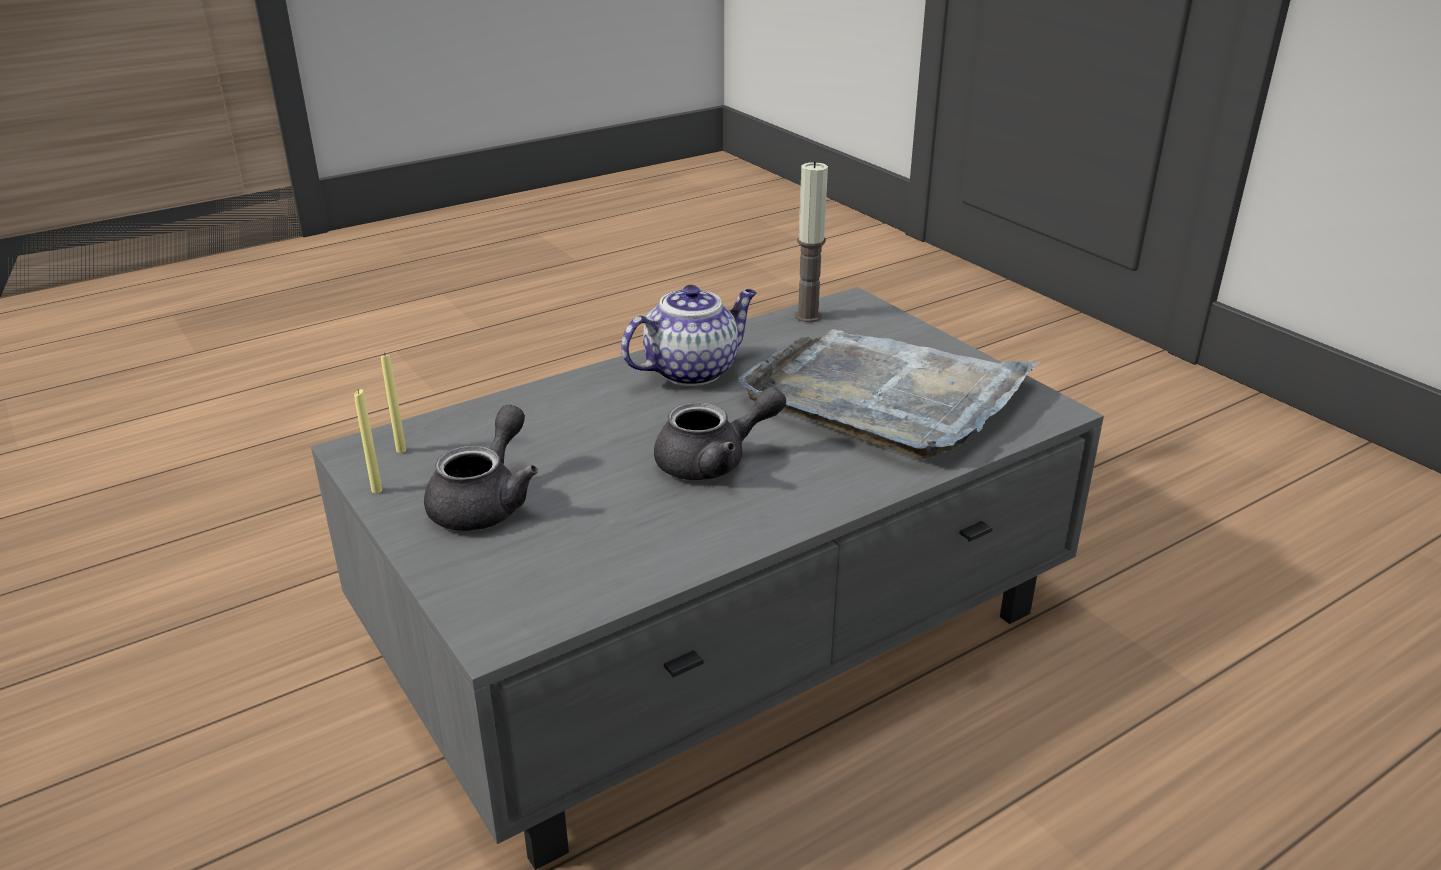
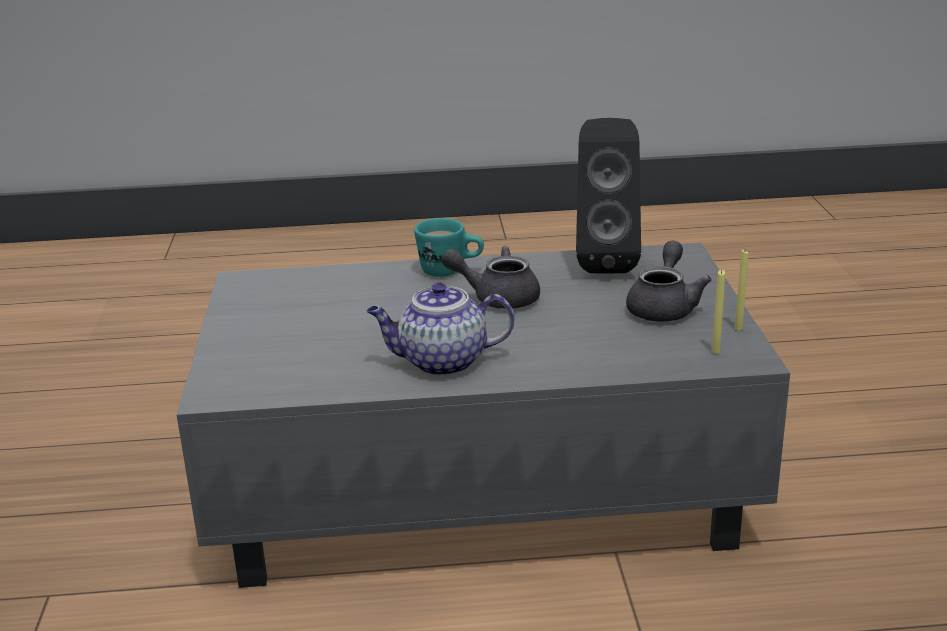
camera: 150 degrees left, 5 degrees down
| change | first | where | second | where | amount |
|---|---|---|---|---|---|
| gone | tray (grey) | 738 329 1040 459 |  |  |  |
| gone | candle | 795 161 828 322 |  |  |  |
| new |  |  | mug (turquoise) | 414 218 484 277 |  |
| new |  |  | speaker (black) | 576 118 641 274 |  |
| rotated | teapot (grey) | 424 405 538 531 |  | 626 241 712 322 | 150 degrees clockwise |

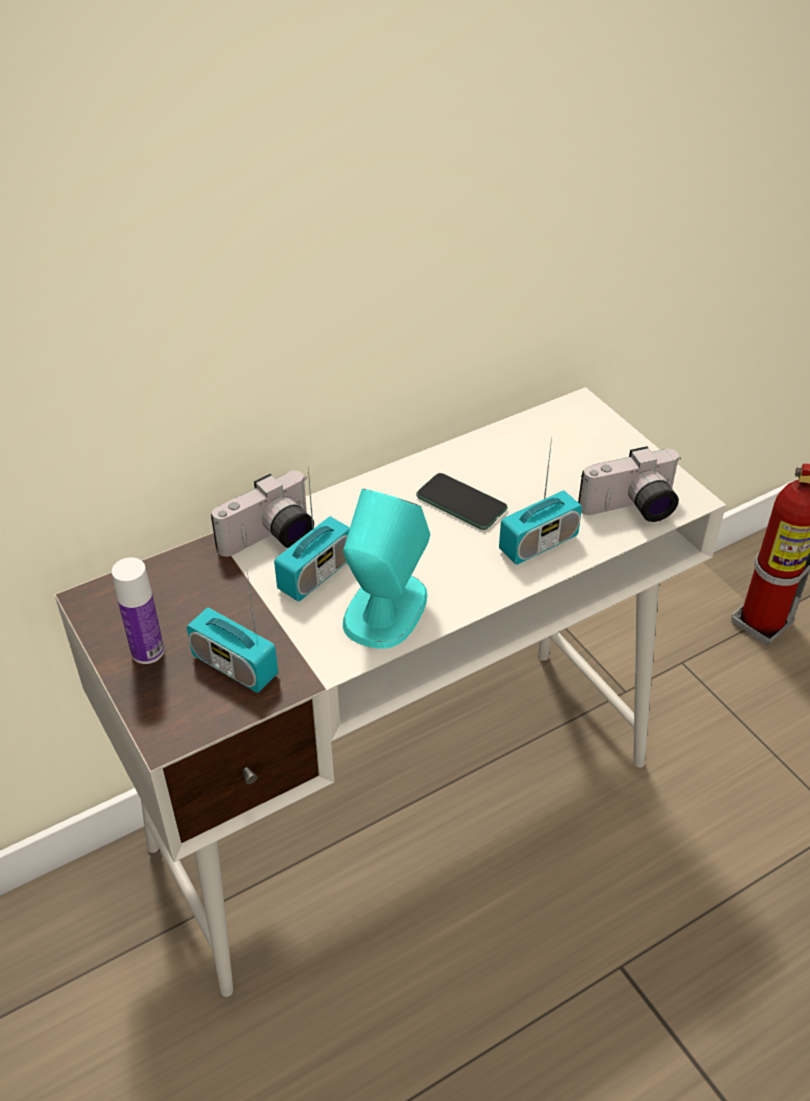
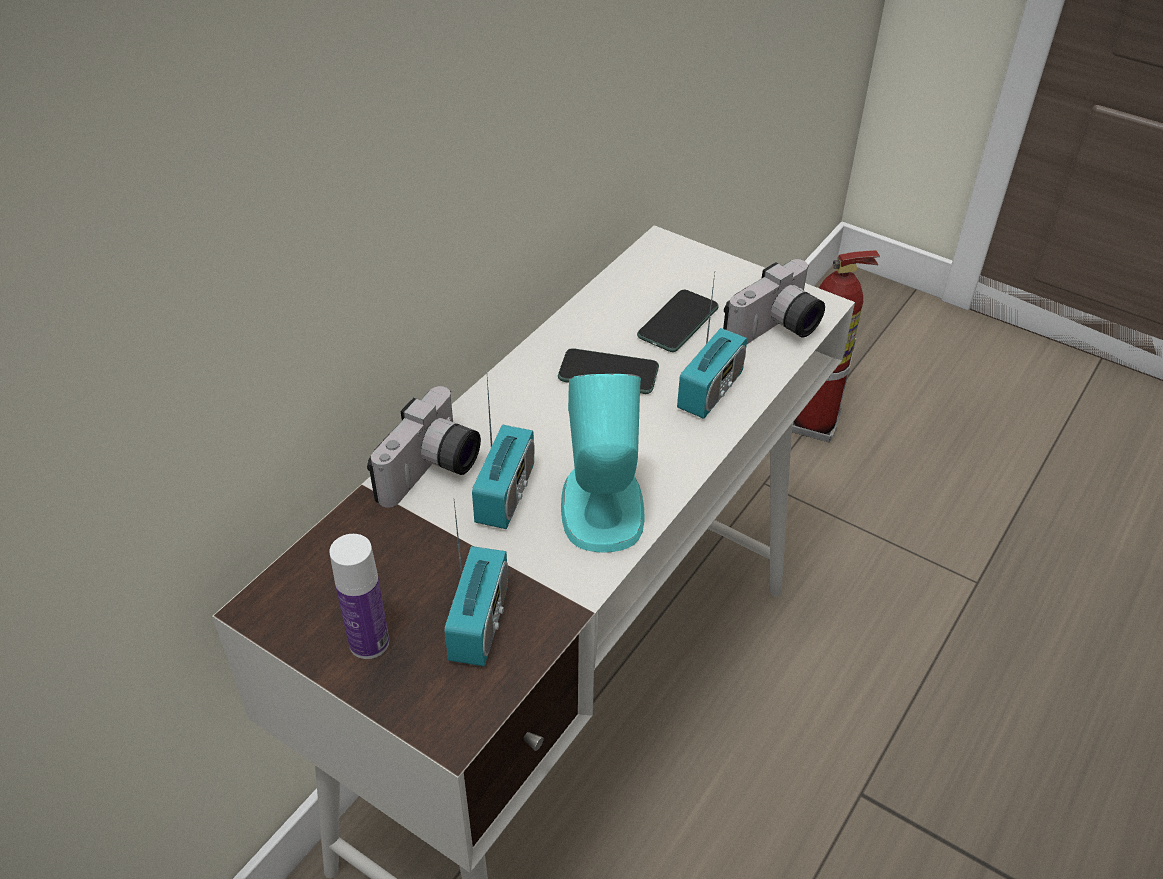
camera: 25 degrees left, 0 degrees up
| change | first | where | second | where | amount |
|---|---|---|---|---|---|
| new |  |  | phone | 637 290 719 352 |  |
| rotated | radio | 187 572 278 693 |  | 445 502 508 666 | 90 degrees counterclockwise |

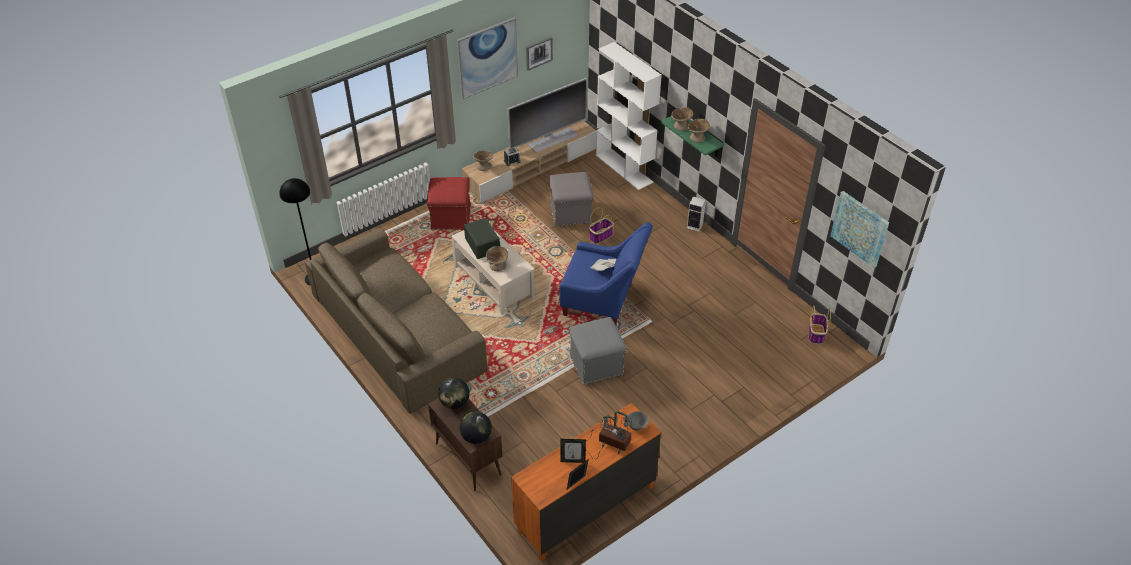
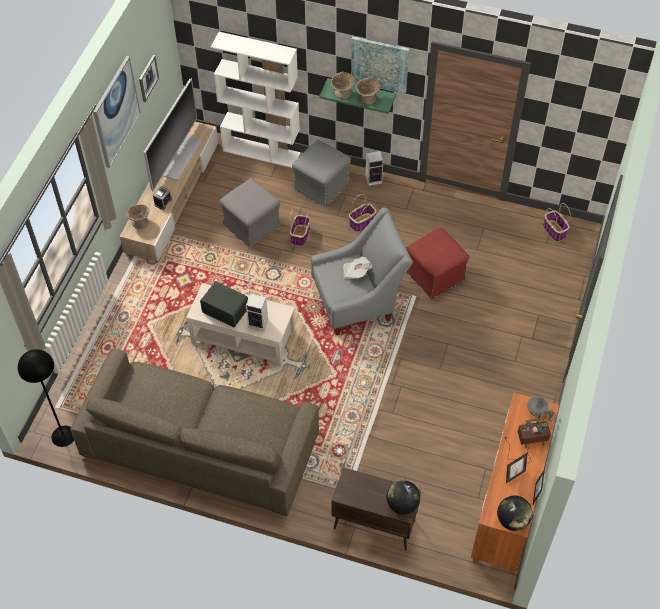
camera: 35 degrees left, 10 degrees up
| change | first | where | second | where | amount |
|---|---|---|---|---|---|
| new |  |  | basket | 349 194 376 232 |  |
| shifted | ottoman (red) | 427 177 471 229 |  | 406 227 469 299 |  |
| shifted | globe | 438 378 470 409 |  | 497 496 533 531 |  |
| shifted | ottoman (grey) | 568 317 626 384 |  | 292 140 351 207 |  |
| shifted | picture | 830 191 889 268 |  | 351 37 409 93 |  |
| swapped | bowl (beige) | 486 246 508 271 | speaker | 246 294 268 332 |  |
| repainted | armchair (blue) | 559 222 653 325 | armchair (grey) | 311 207 413 335 |  |

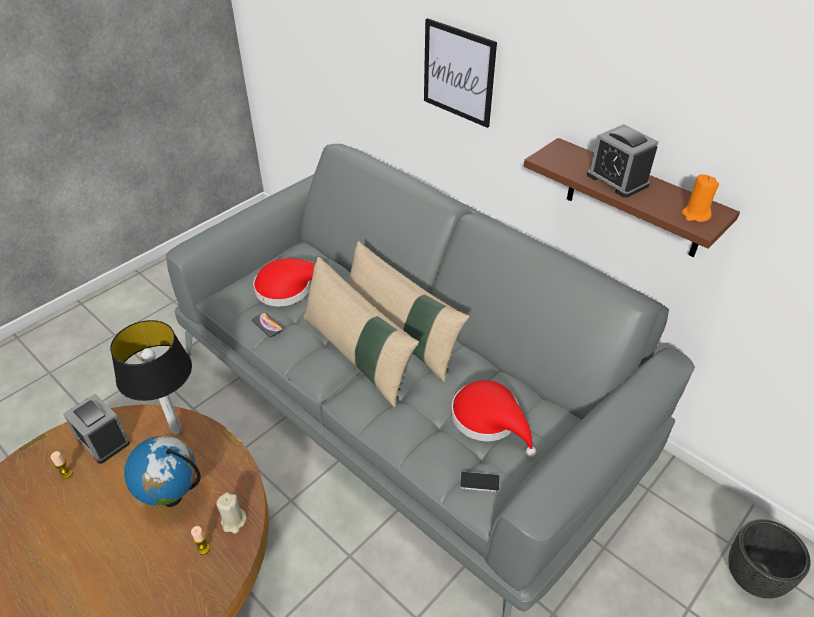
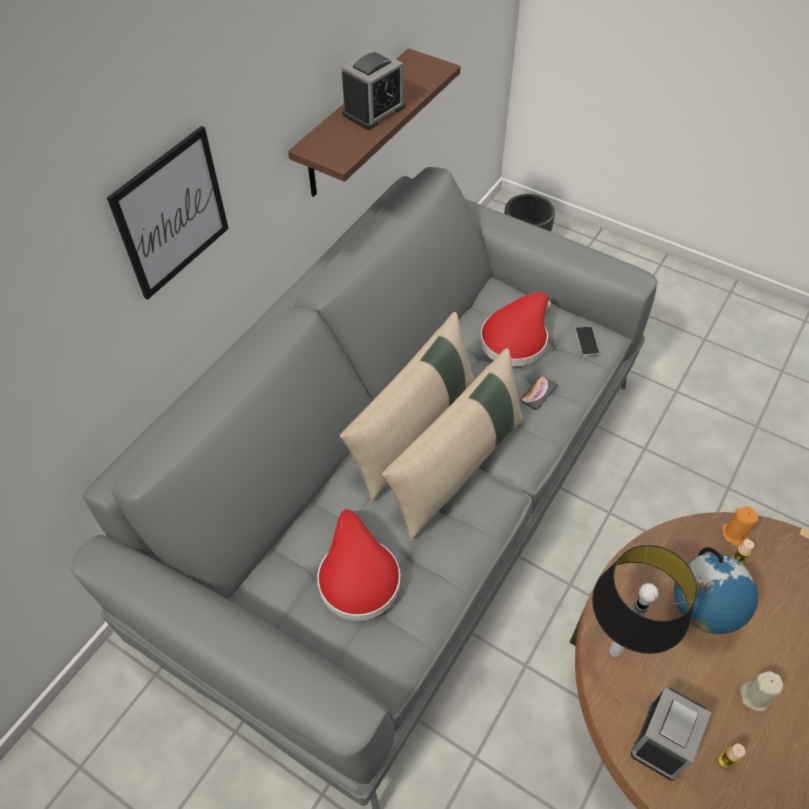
camera: 100 degrees left, 10 degrees up
| change | first | where | second | where | amount |
|---|---|---|---|---|---|
| shifted | candle (beige) | 216 492 246 534 |  | 740 671 783 711 |  |
| shifted | phone | 252 312 283 337 |  | 521 376 557 410 |  |
| shifted | candle (orange) | 681 174 719 222 |  | 722 506 759 547 |  |

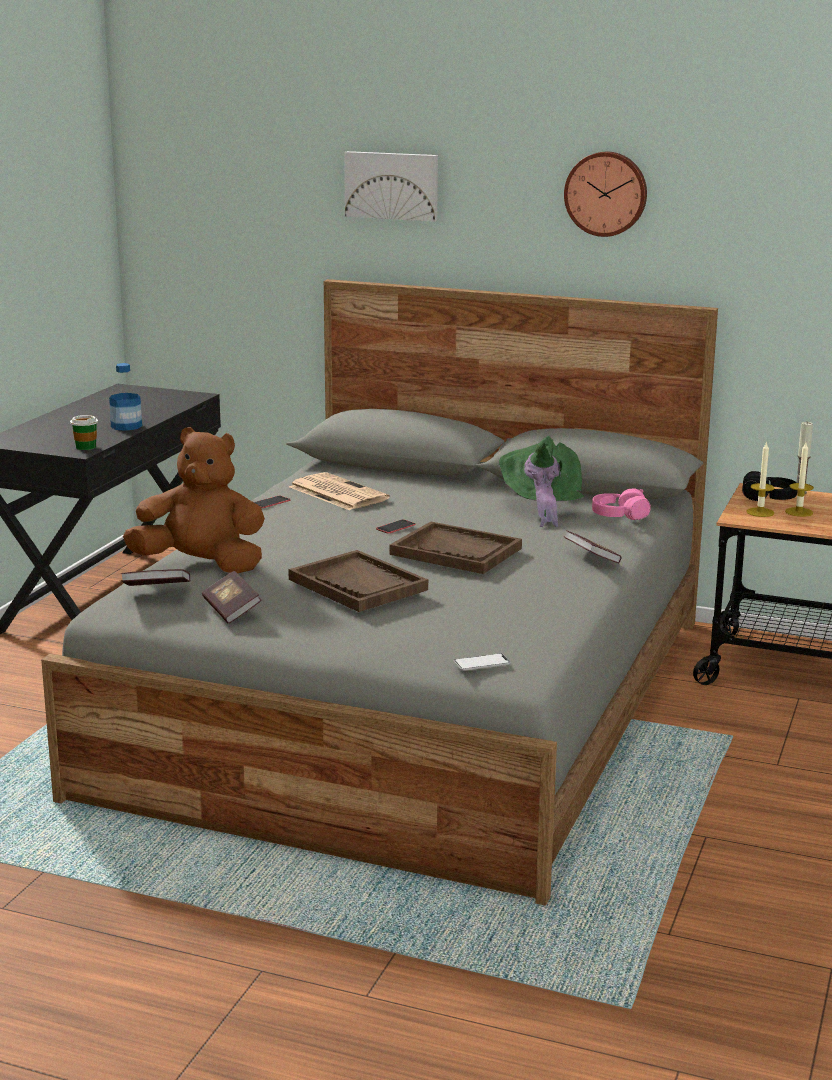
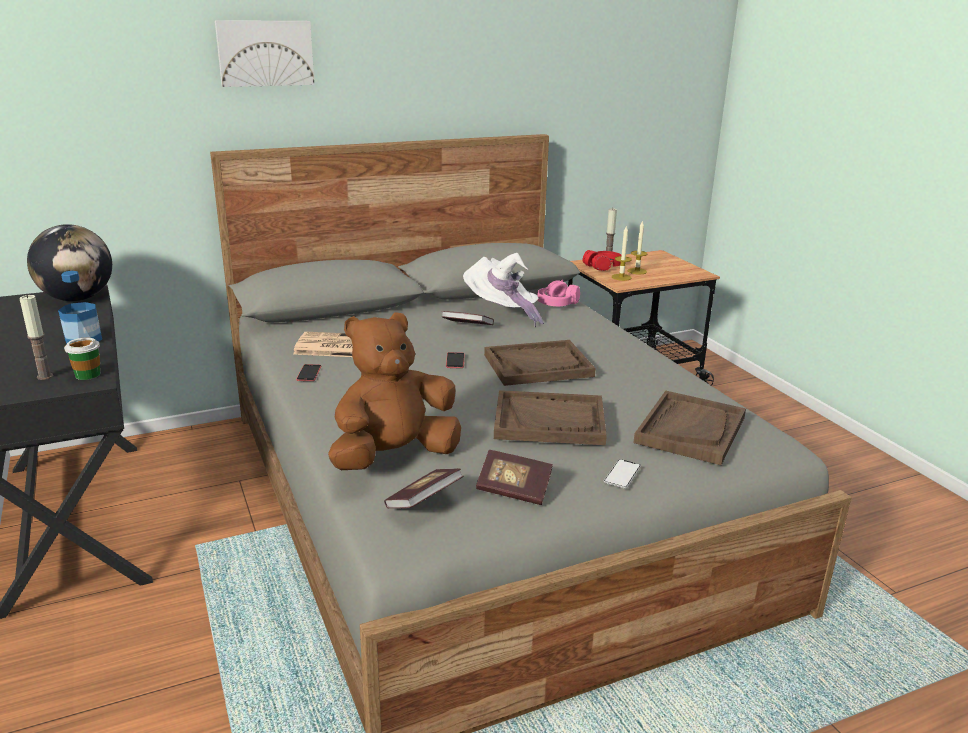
camera: 45 degrees left, 5 degrees up
| change | first | where | second | where | amount |
|---|---|---|---|---|---|
| gone | wall clock | 564 152 647 237 |  |  |  |
| new |  |  | candle | 19 294 53 380 |  |
| new |  |  | globe | 27 224 112 301 |  |
| new |  |  | tray (brown) | 633 391 746 465 |  |
| shifted | phone | 454 653 510 671 |  | 604 459 641 489 |  |
| shifted | book | 564 530 621 564 |  | 442 311 494 325 |  |
| repainted | hat (green) | 499 436 584 527 | hat (white) | 463 253 544 327 |  |
| repainted | headphones (black) | 742 471 797 501 | headphones (red) | 582 250 621 271 |  |

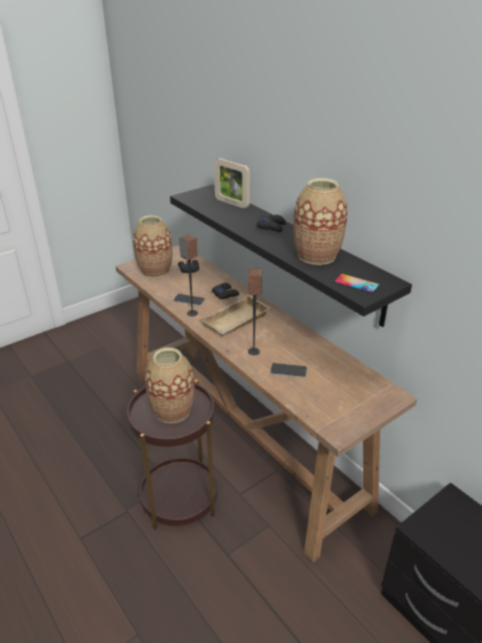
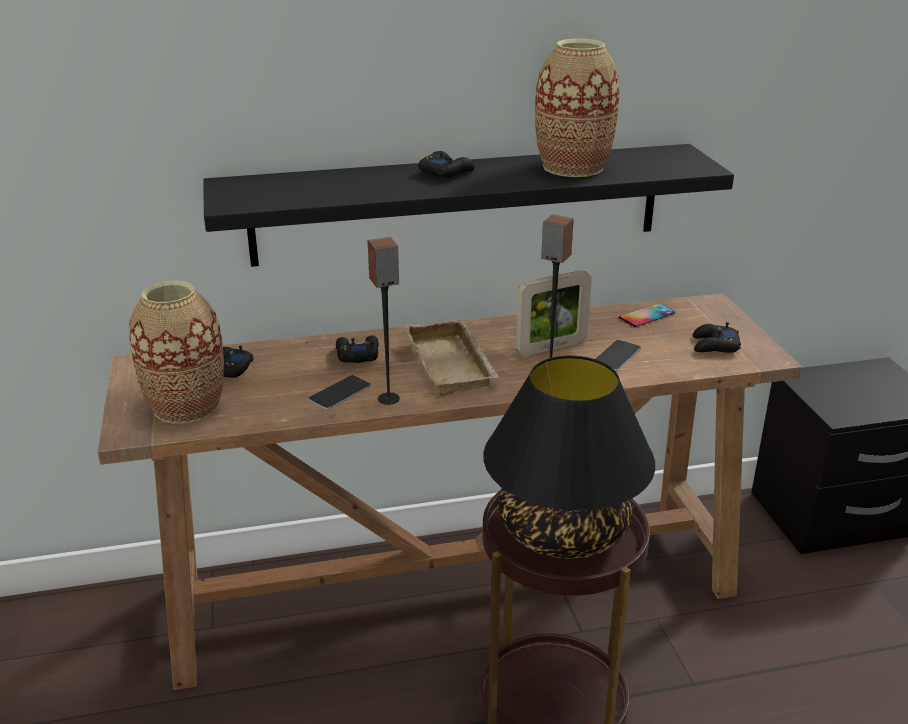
camera: 65 degrees left, 5 degrees down
| change | first | where | second | where | amount |
|---|---|---|---|---|---|
| new |  |  | game controller (black) | 693 322 741 353 |  |
| shifted | picture frame | 214 158 250 209 |  | 516 270 592 356 |  |
| shifted | phone | 335 274 380 293 |  | 619 303 675 327 |  |
| swapped | vase | 145 348 195 423 | table lamp (black) | 483 356 655 559 |  |

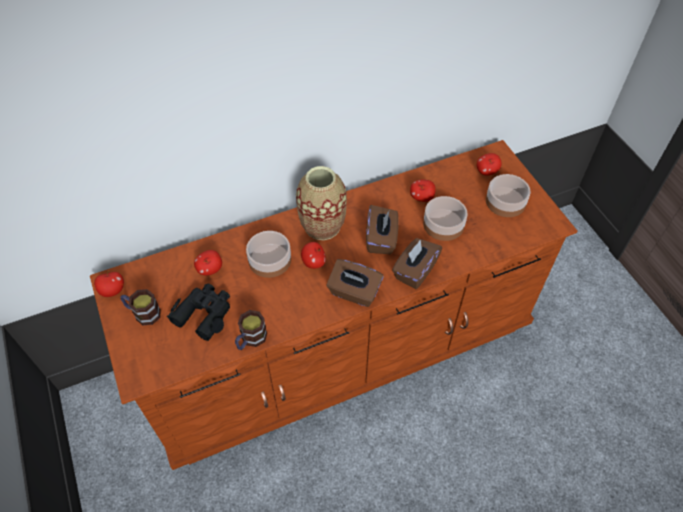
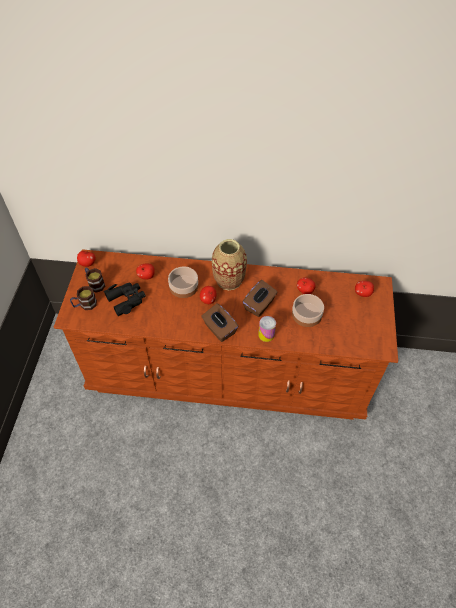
camera: 30 degrees right, 0 degrees up
| change | first | where | second | where | amount |
|---|---|---|---|---|---|
| gone | bowl | 486 174 530 217 |  |  |  |
| shifted | mug | 235 310 267 350 |  | 70 286 97 310 |  |
| swapped | tissue box (brown) | 392 238 442 289 | can | 258 316 276 342 |  |

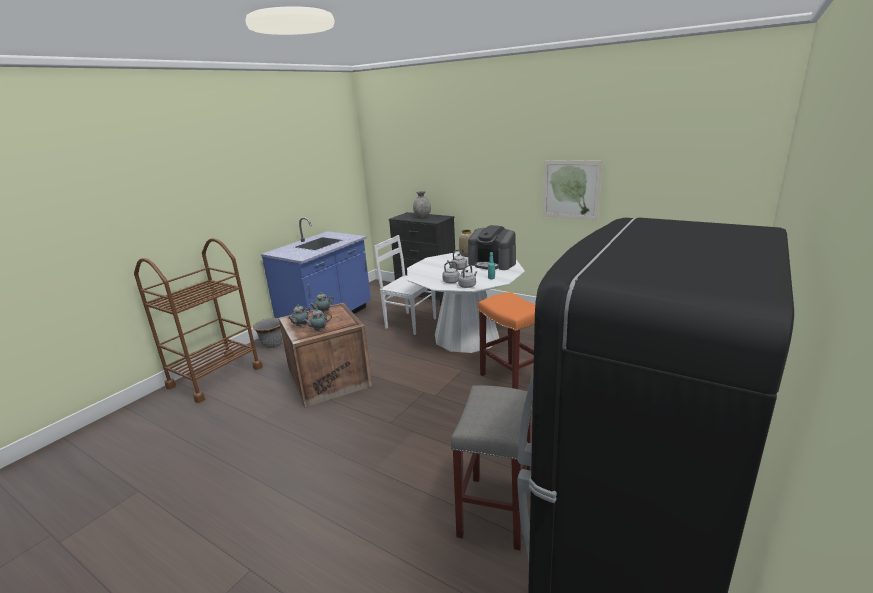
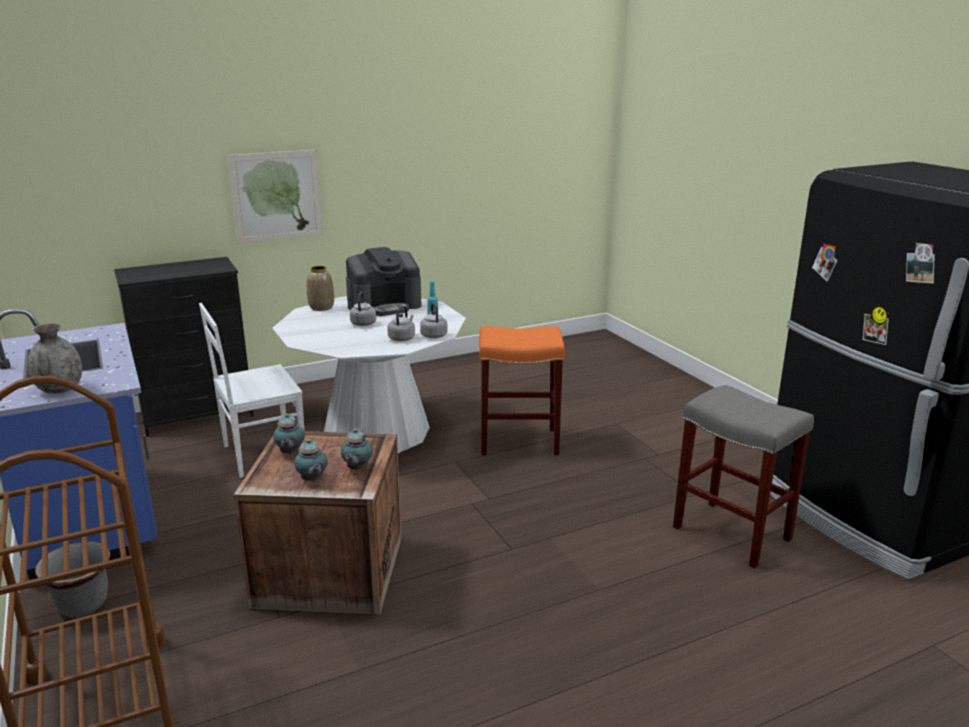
camera: 60 degrees left, 0 degrees up
| change | first | where | second | where | amount |
|---|---|---|---|---|---|
| shifted | vase (grey) | 413 191 431 218 |  | 28 323 82 394 |  |
| shifted | picture | 543 160 602 221 |  | 228 150 323 244 |  |

